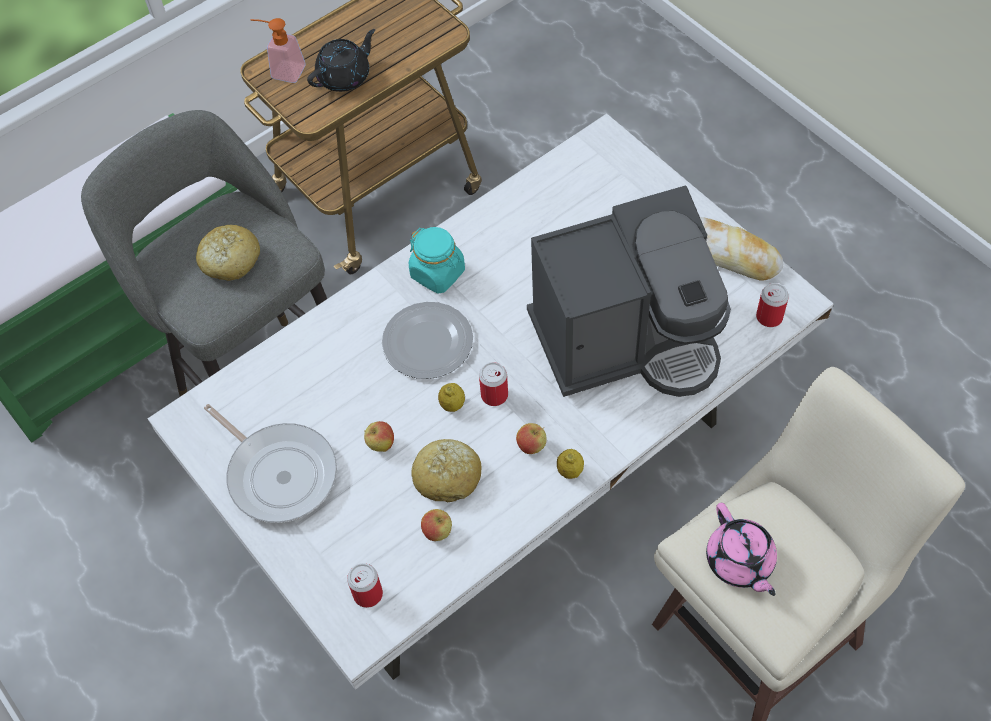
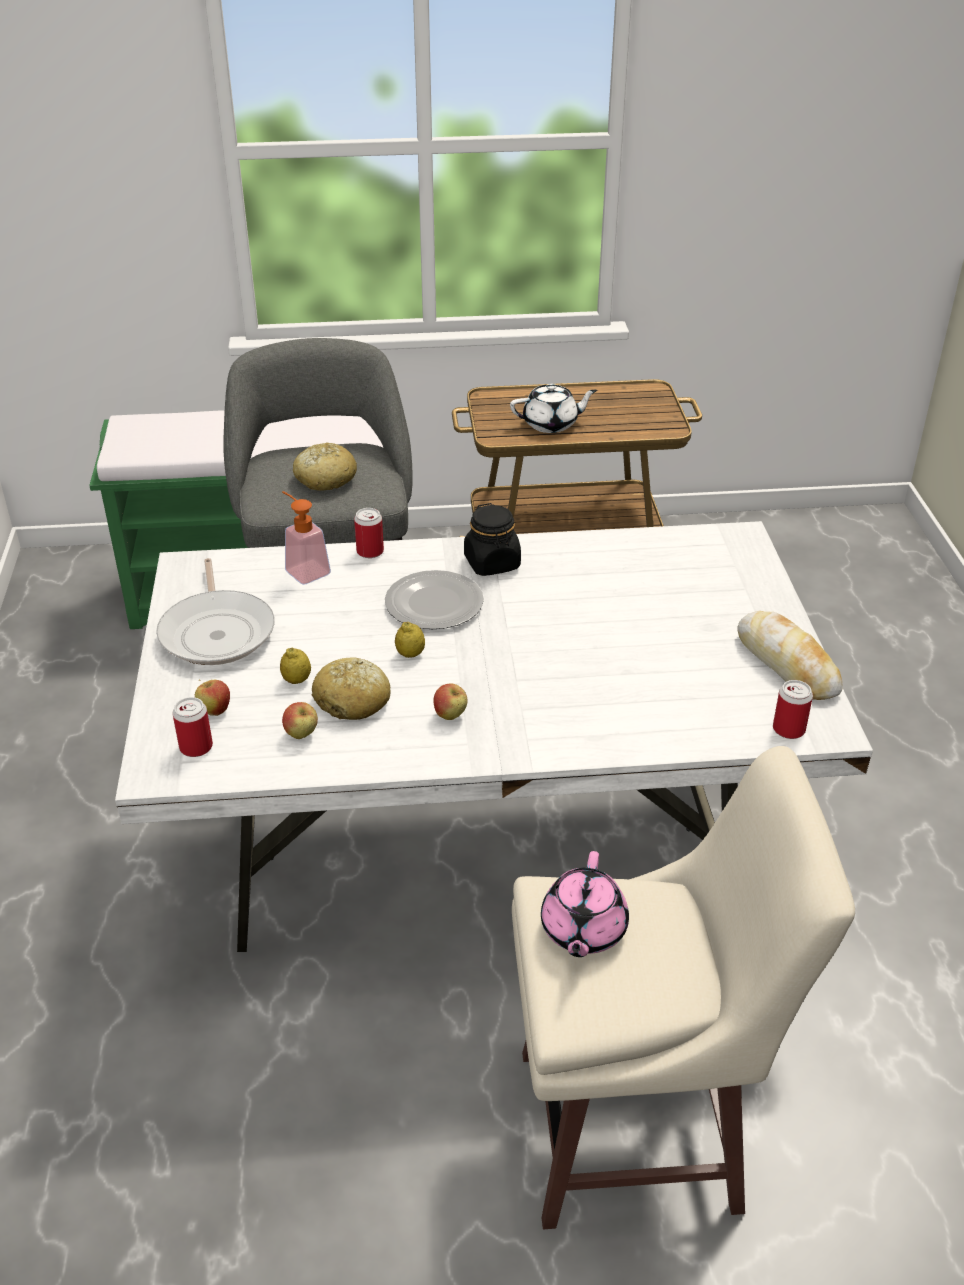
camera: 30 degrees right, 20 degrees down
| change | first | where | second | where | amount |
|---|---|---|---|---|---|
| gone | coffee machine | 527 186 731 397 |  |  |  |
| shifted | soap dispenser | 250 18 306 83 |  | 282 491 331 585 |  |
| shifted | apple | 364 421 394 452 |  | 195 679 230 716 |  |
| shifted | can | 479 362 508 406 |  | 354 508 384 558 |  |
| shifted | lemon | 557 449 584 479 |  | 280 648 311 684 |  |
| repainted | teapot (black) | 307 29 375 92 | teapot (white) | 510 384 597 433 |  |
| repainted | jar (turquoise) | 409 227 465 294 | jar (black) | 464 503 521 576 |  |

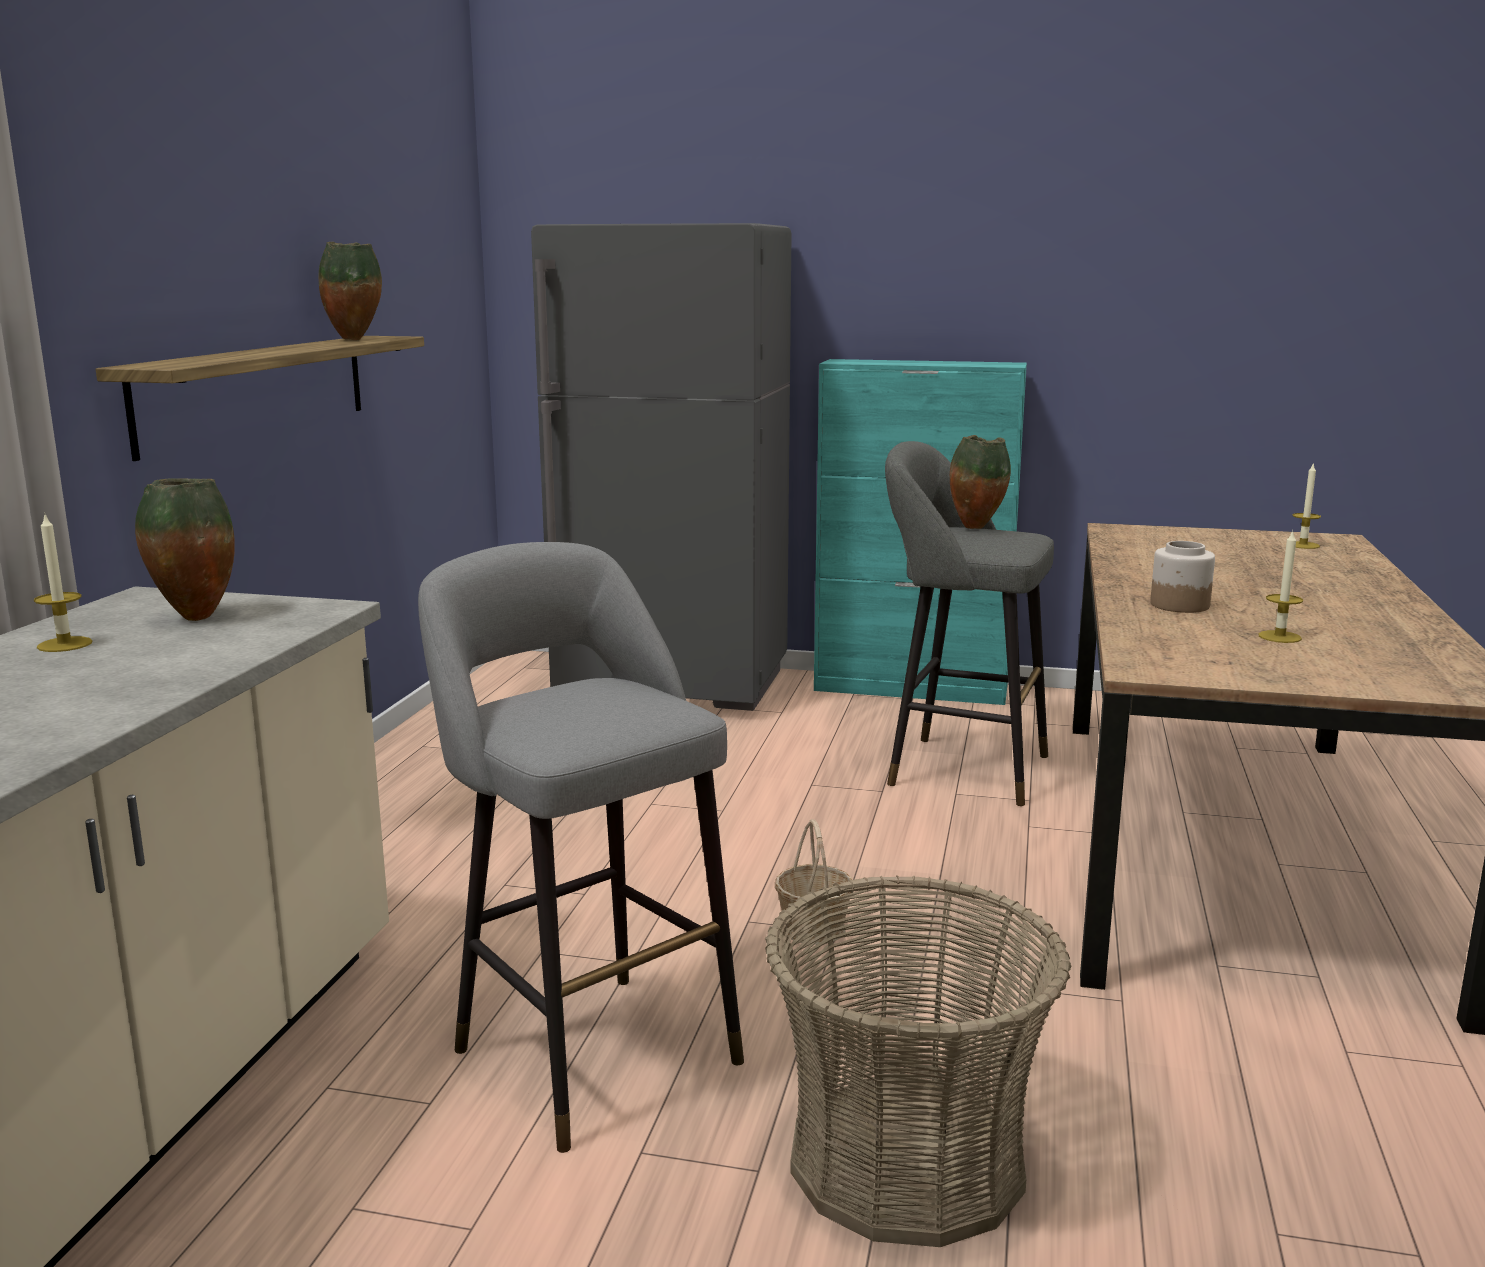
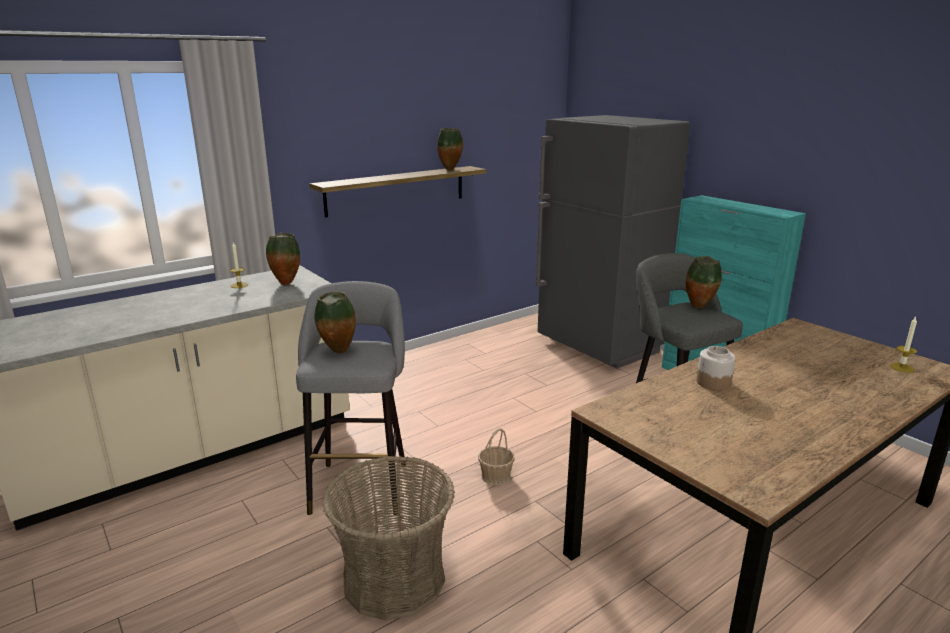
camera: 40 degrees right, 5 degrees up
| change | first | where | second | where | amount |
|---|---|---|---|---|---|
| gone | candle | 1258 530 1303 643 |  |  |  |
| new |  |  | vase | 314 292 356 354 |  |

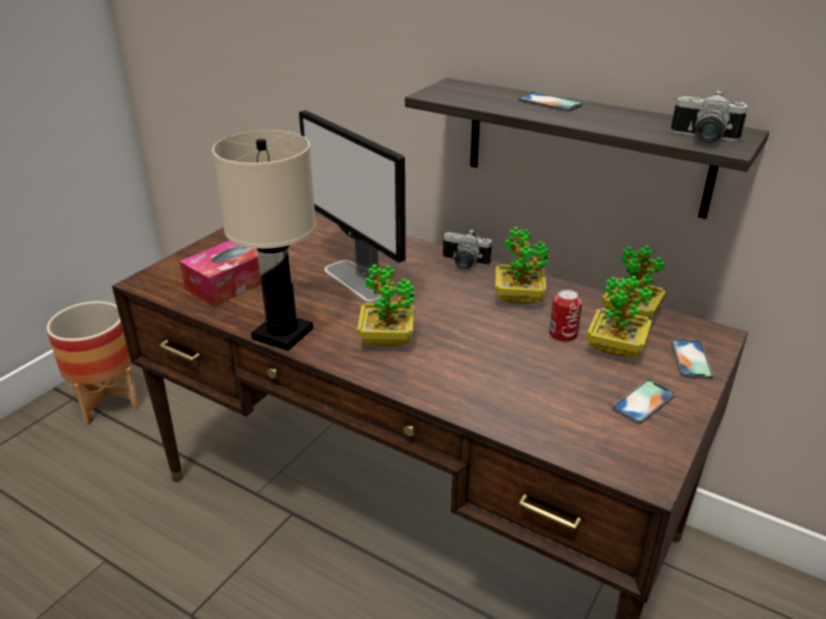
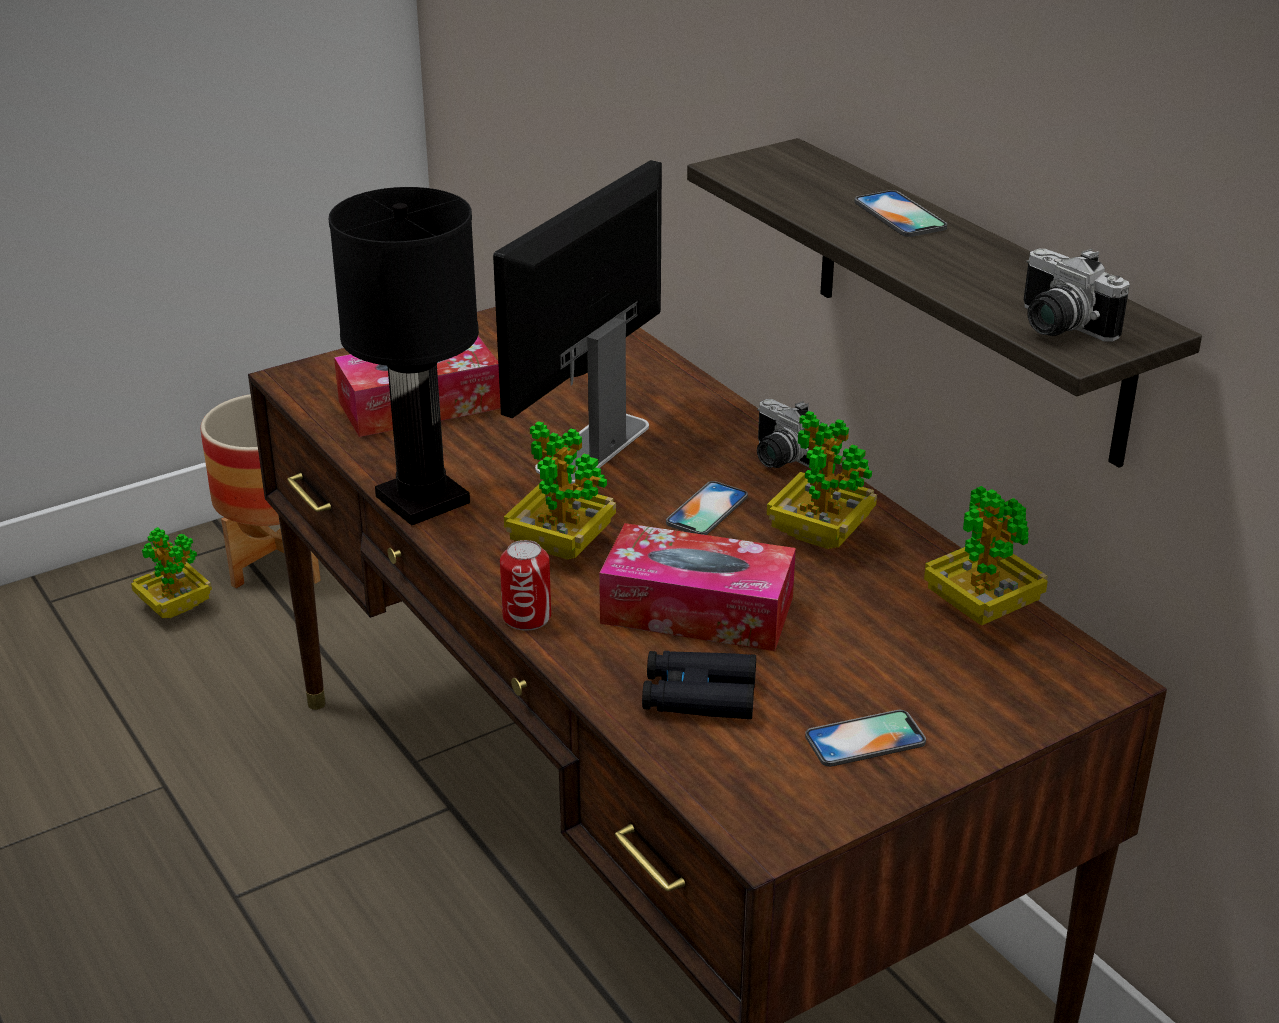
camera: 25 degrees right, 0 degrees up
| change | first | where | second | where | amount |
|---|---|---|---|---|---|
| new |  |  | tissue box | 599 523 796 651 |  |
| new |  |  | binoculars (black) | 642 651 756 719 |  |
| shifted | can | 549 289 582 342 |  | 500 540 551 631 |  |
| shifted | potted plant | 586 276 652 358 |  | 131 527 212 618 |  |
| shifted | phone | 671 339 713 379 |  | 666 481 748 535 |  |
| repainted | table lamp (beige) | 212 130 316 351 | table lamp (black) | 329 187 479 526 |  |
| rotated | monitor | 299 110 406 302 |  | 493 160 662 484 | 45 degrees clockwise |

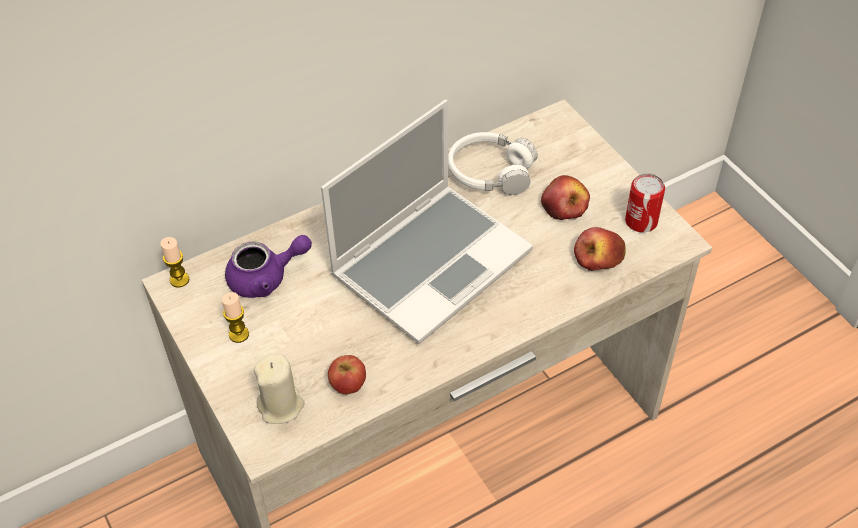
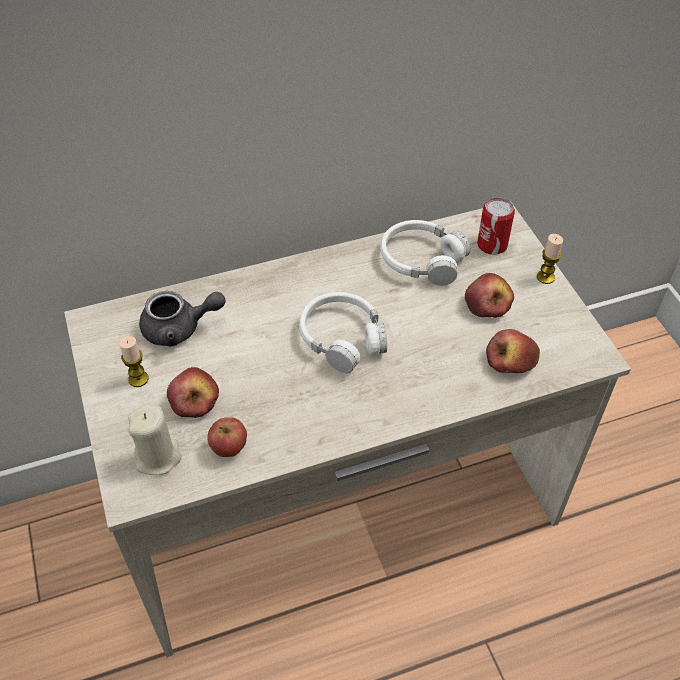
camera: 10 degrees right, 0 degrees up
| change | first | where | second | where | amount |
|---|---|---|---|---|---|
| new |  |  | apple | 167 367 219 418 |  |
| shifted | candle | 160 237 189 288 |  | 537 234 563 284 |  |
| shifted | can | 625 173 665 233 |  | 477 197 515 255 |  |
| swapped | laptop | 321 100 533 344 | headphones (white) | 299 292 387 373 |  |
| repainted | teapot (purple) | 225 235 312 298 | teapot (grey) | 139 291 226 346 |  |

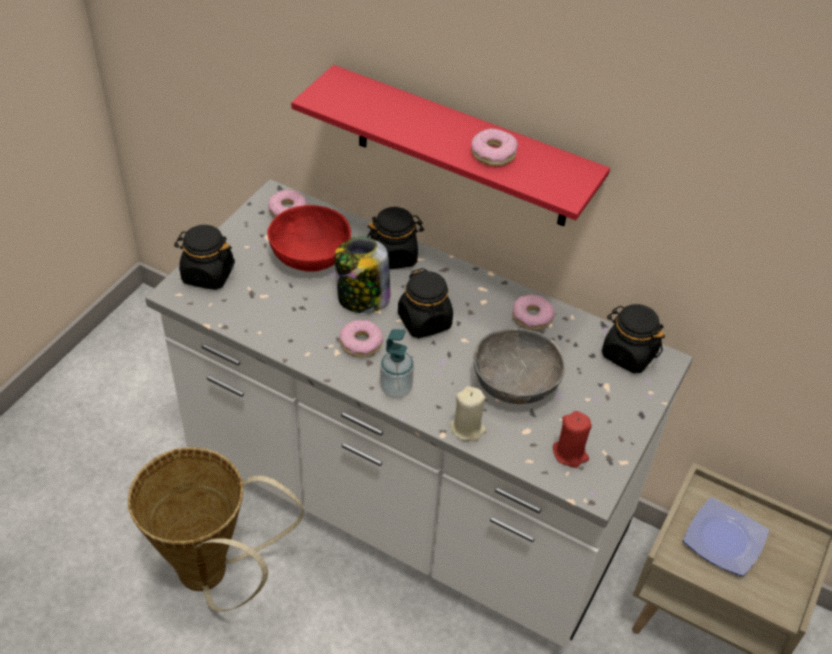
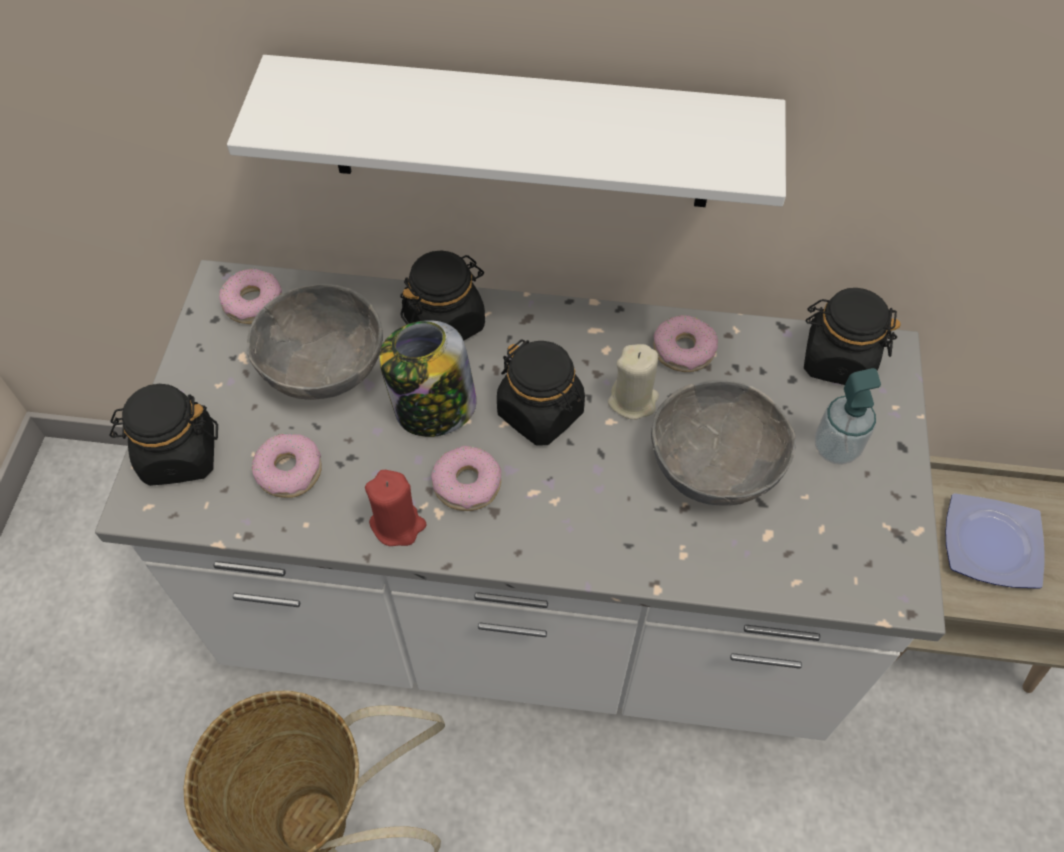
camera: 20 degrees left, 10 degrees up
| change | first | where | second | where | amount |
|---|---|---|---|---|---|
| shifted | soap dispenser | 380 329 414 398 |  | 815 368 881 465 |  |
| shifted | candle (beige) | 449 386 487 441 |  | 608 344 659 420 |  |
| shifted | donut | 472 128 518 166 |  | 252 434 322 498 |  |
| shifted | candle (red) | 553 411 592 468 |  | 365 470 426 546 |  |
| repainted | bowl (red) | 267 205 351 272 | bowl (grey) | 247 284 383 400 |  |
| repainted | shelf (red) | 291 65 610 226 | shelf (white) | 227 55 786 207 |  |

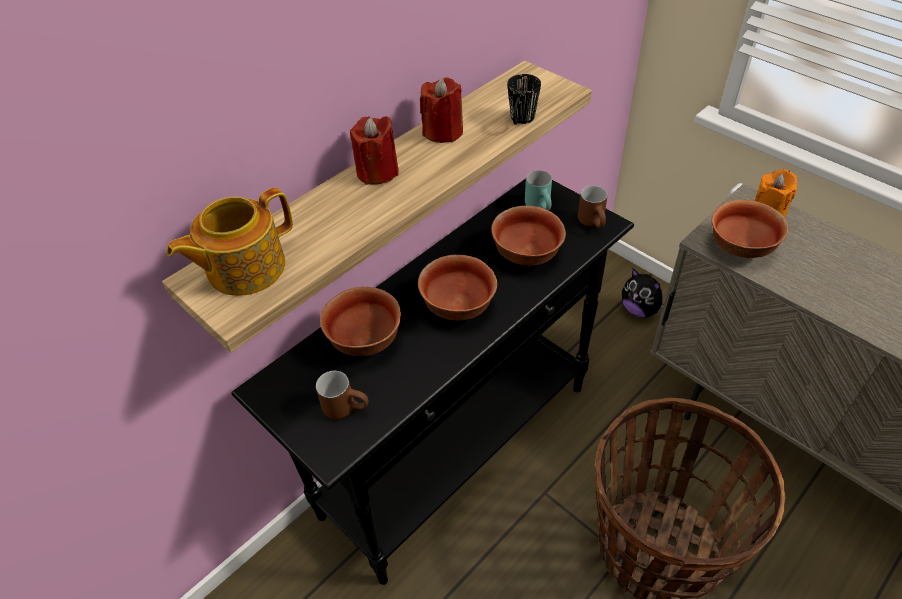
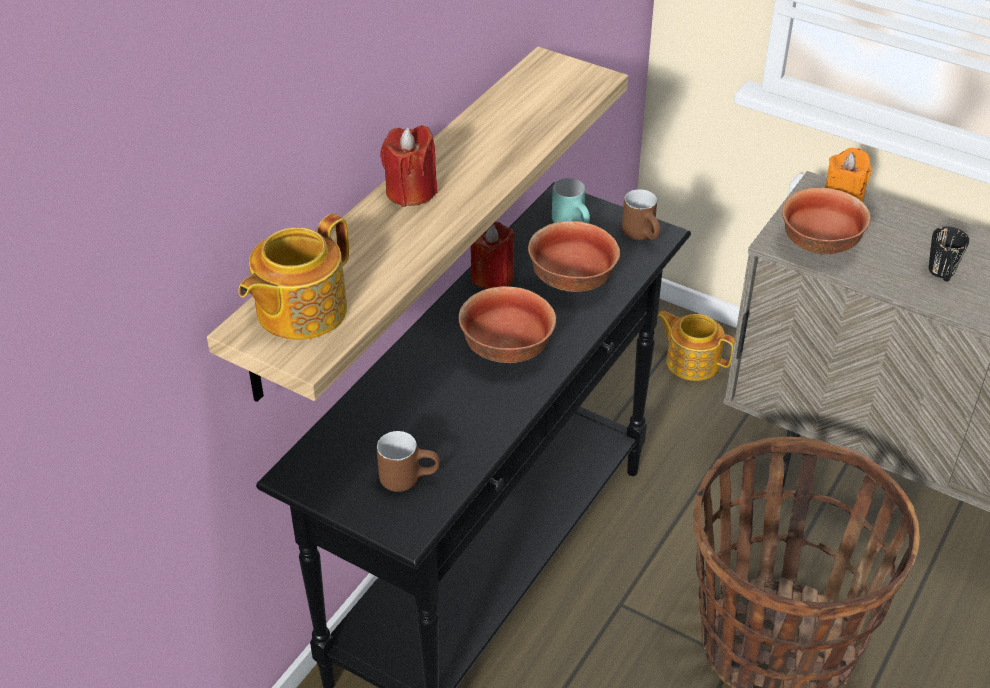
camera: 15 degrees left, 5 degrees down
| change | first | where | second | where | amount |
|---|---|---|---|---|---|
| gone | bowl | 320 287 401 356 |  |  |  |
| shifted | candle (red) | 420 77 463 143 |  | 470 221 515 289 |  |
| shifted | mug (black) | 507 74 541 124 |  | 929 226 969 282 |  |
| swapped | plush toy | 622 268 664 318 | teapot | 658 311 735 381 |  |

